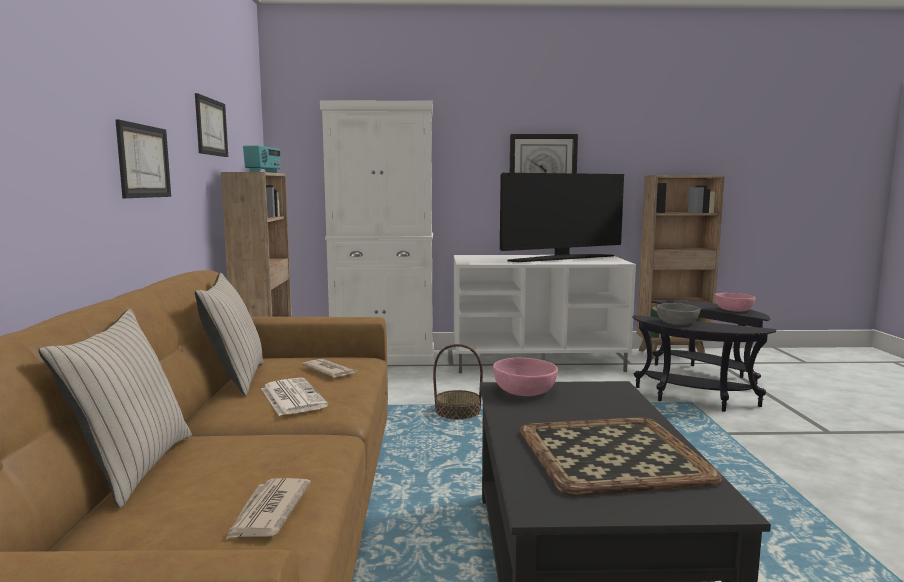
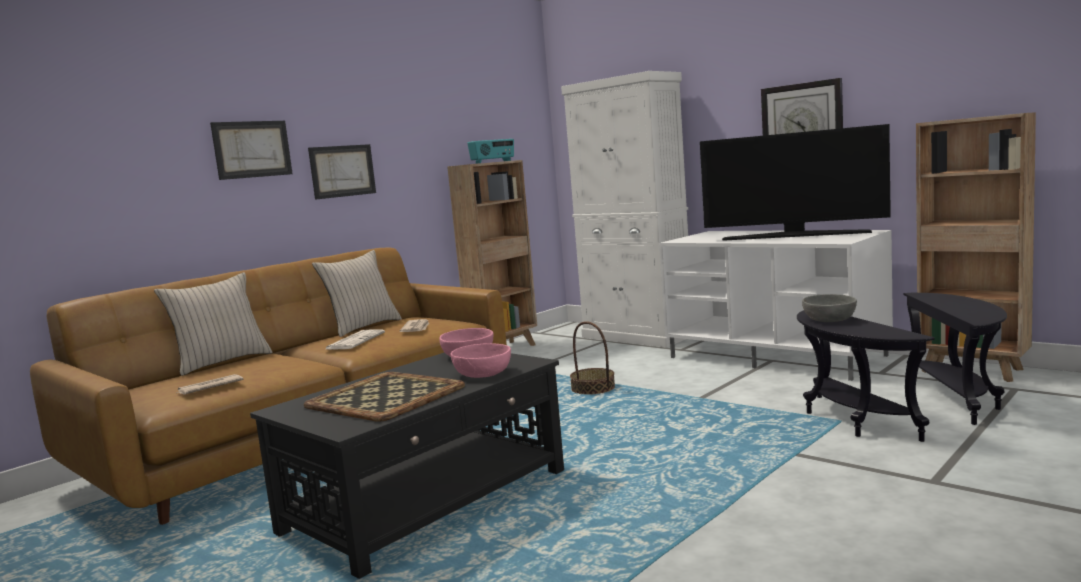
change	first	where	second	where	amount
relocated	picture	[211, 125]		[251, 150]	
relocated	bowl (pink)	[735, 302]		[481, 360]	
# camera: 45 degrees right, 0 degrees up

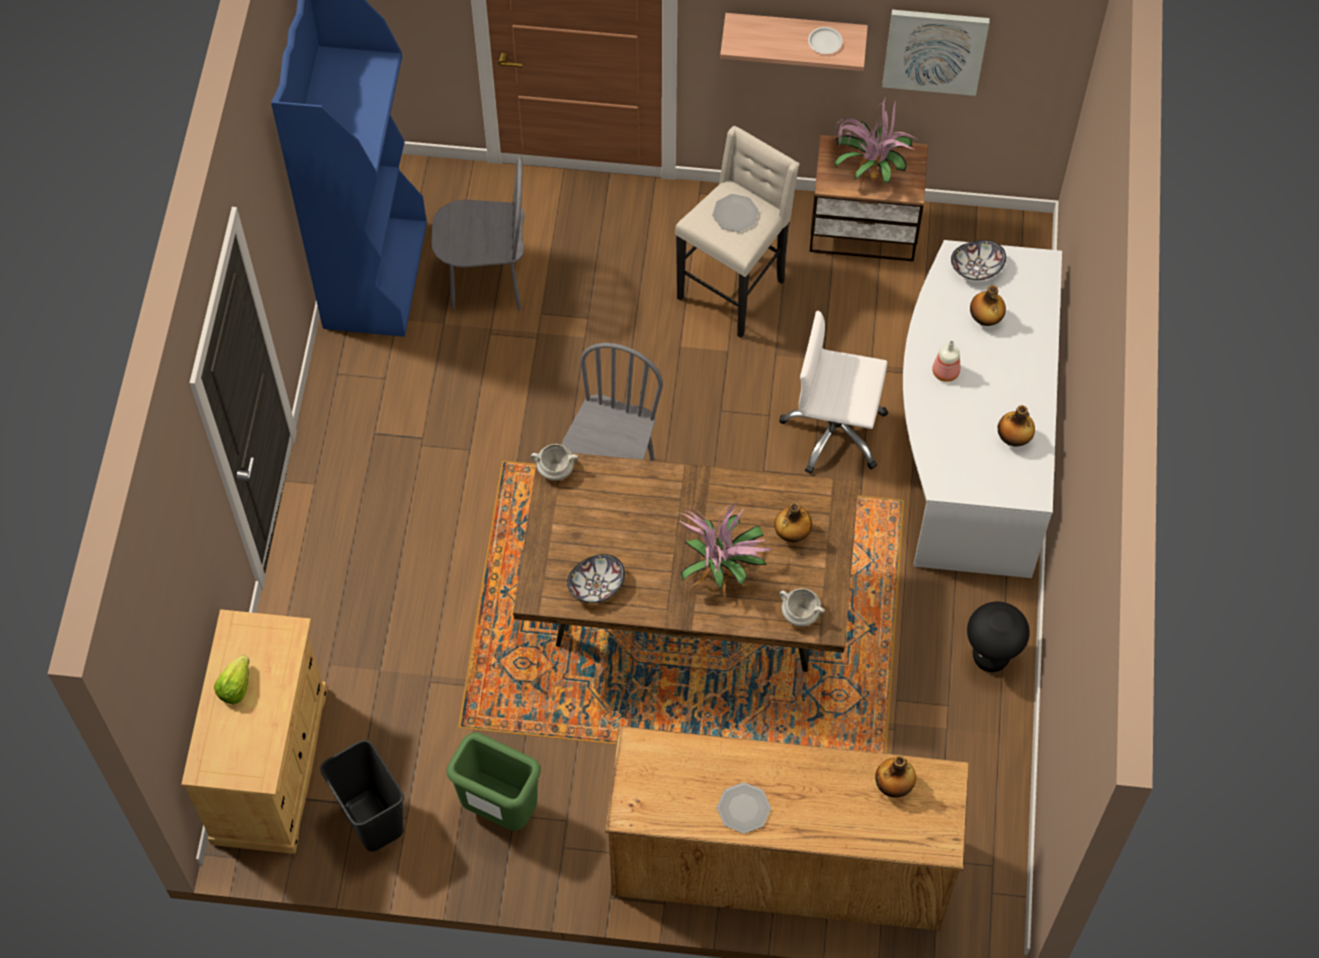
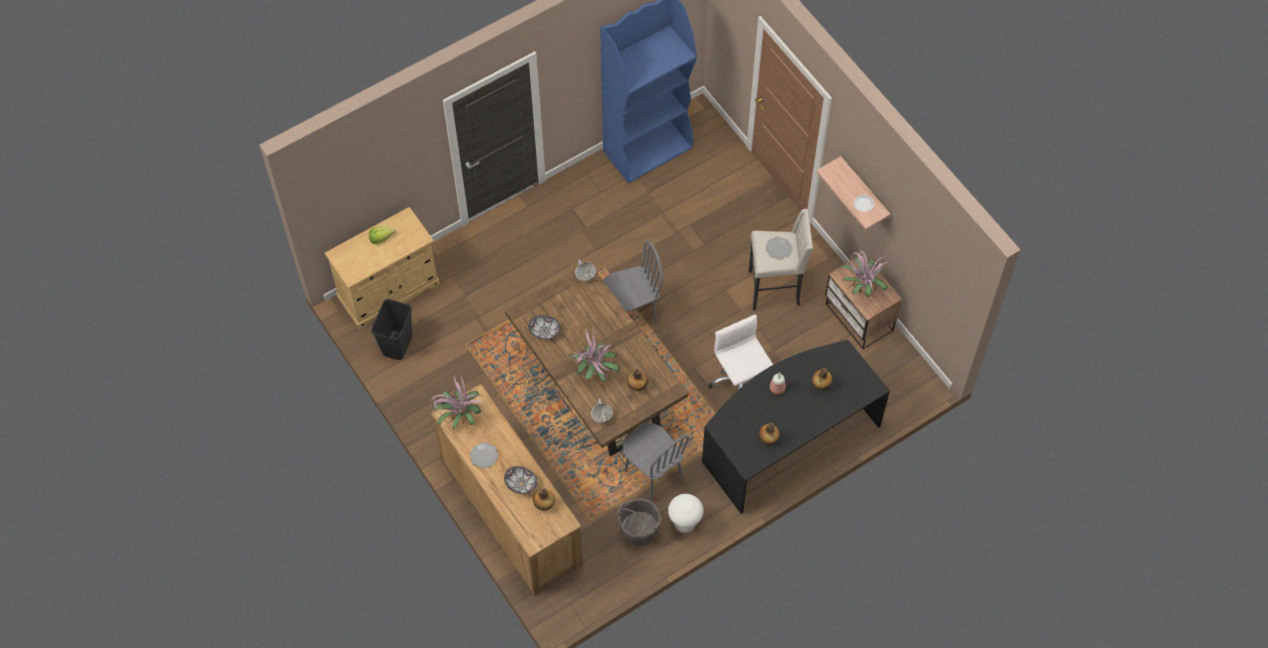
change	first	where	second	where	amount
relocated	chair (grey)	[478, 233]		[656, 462]	
missing	trash can (green)	[493, 781]			
missing	picture	[936, 53]			
colour	desk (white)	[982, 409]	desk (black)	[796, 427]	
relocated	bowl	[978, 260]		[520, 480]	
colour	stool (black)	[998, 637]	stool (white)	[685, 513]	
appeared			potted plant	[456, 403]	
appeared			bucket (grey)	[640, 522]	
# camera: 50 degrees right, 0 degrees up

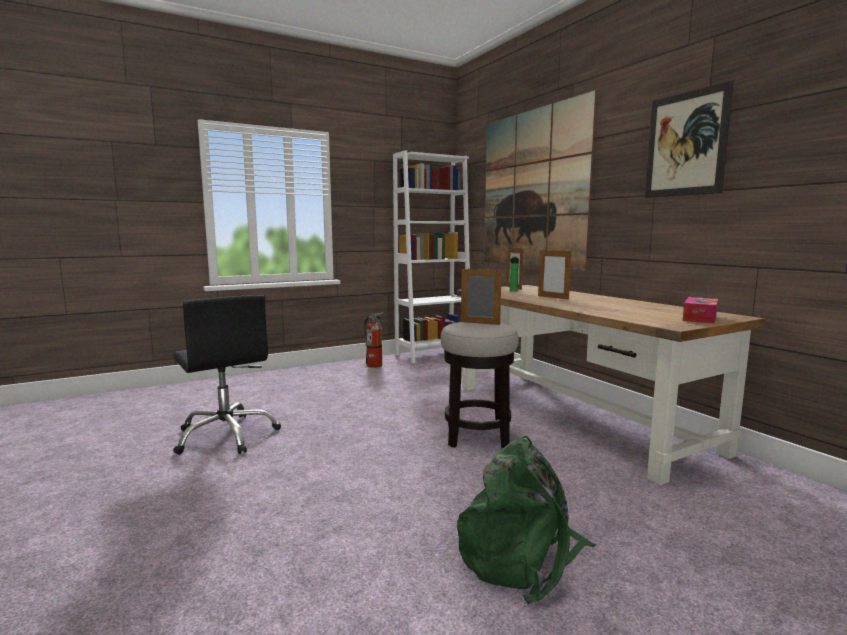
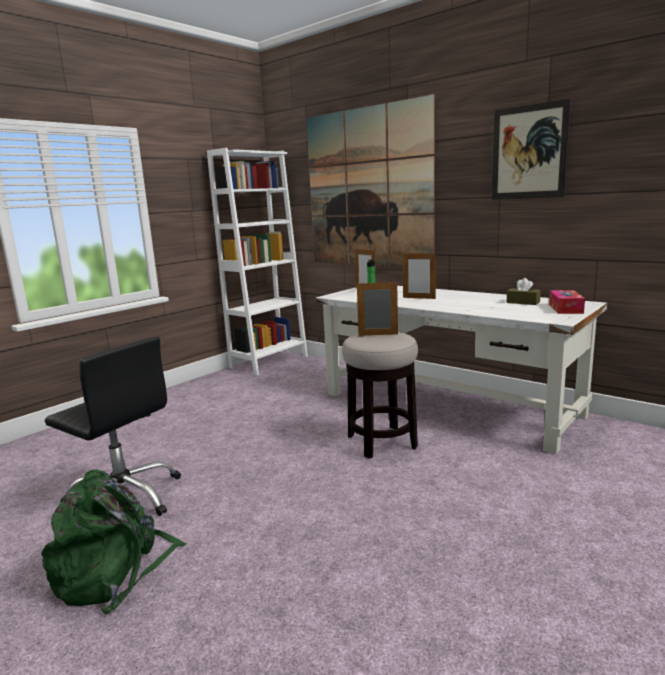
change	first	where	second	where	amount
missing	fire extinguisher	[374, 340]			
colour	desk (brown)	[611, 385]	desk (white)	[461, 370]	
relocated	backpack (green)	[526, 519]		[114, 542]	
appeared			tissue box (brown)	[524, 291]	
# camera: 20 degrees left, 5 degrees up

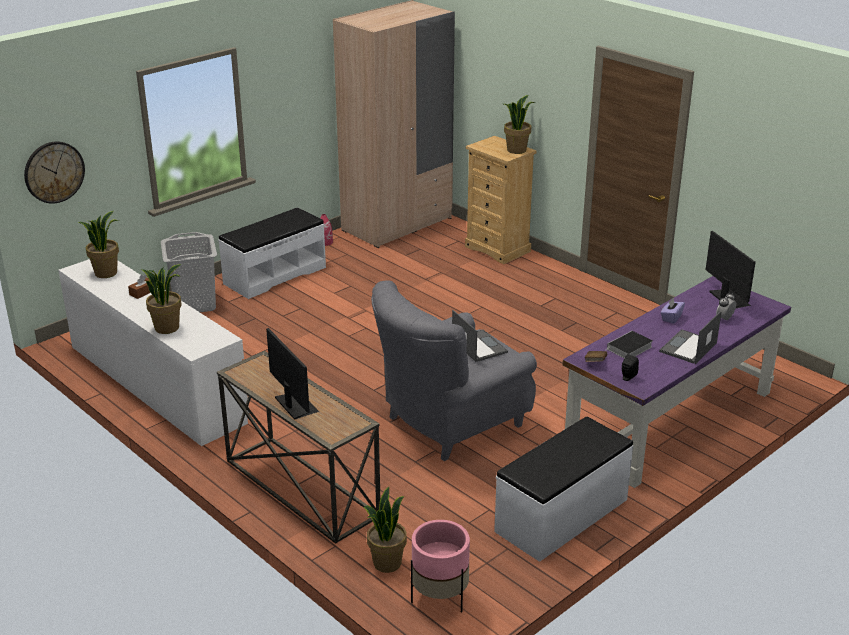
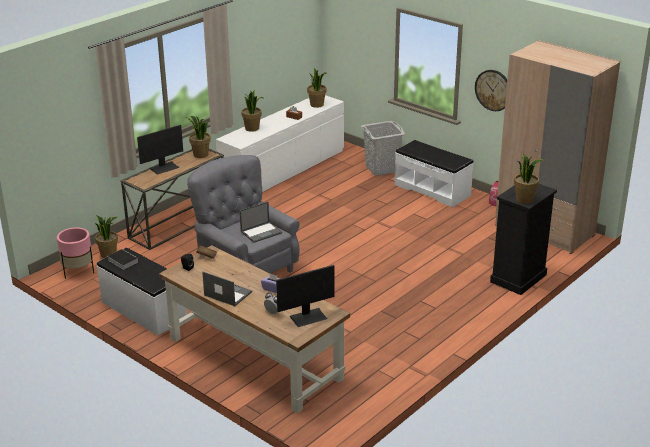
change	first	where	second	where	amount
relocated	wall clock	[54, 172]		[491, 90]	
colour	dresser (beige)	[501, 200]	dresser (black)	[523, 239]	
colour	desk (purple)	[676, 382]	desk (brown)	[254, 329]	
relocated	book	[628, 344]		[123, 259]	
appeared			potted plant	[198, 137]	
# camera: 85 degrees right, 0 degrees up

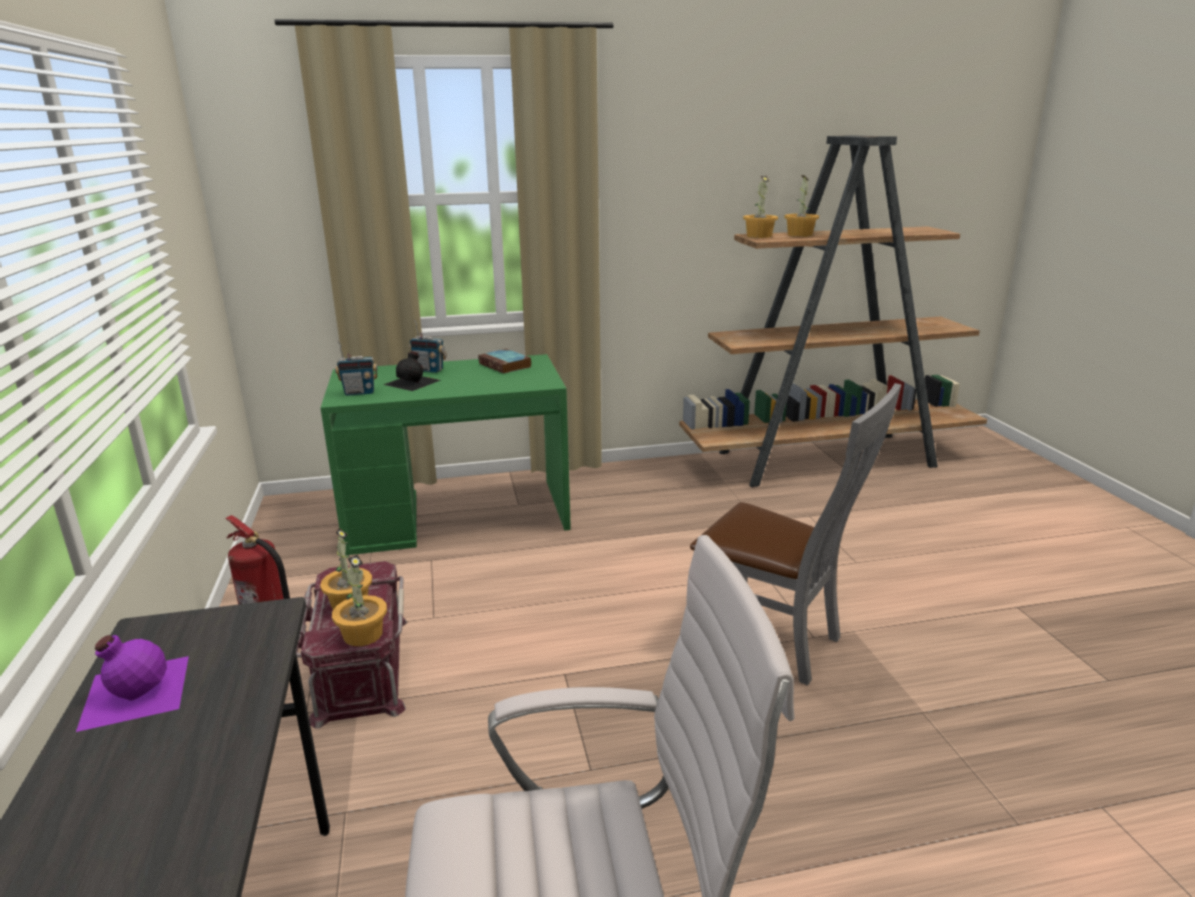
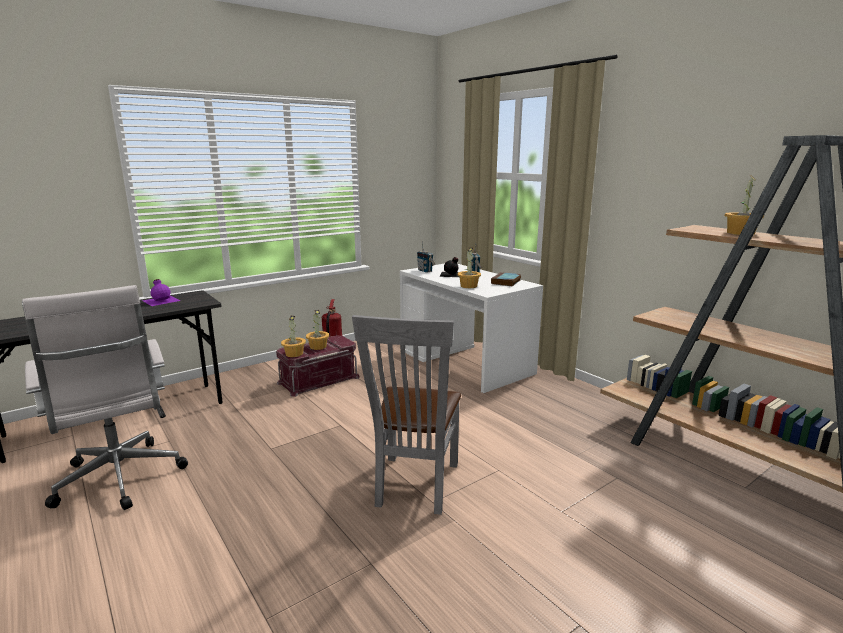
change	first	where	second	where	amount
colour	desk (green)	[446, 454]	desk (white)	[471, 328]	
relocated	potted plant	[760, 207]		[469, 267]	
# camera: 65 degrees right, 5 degrees down

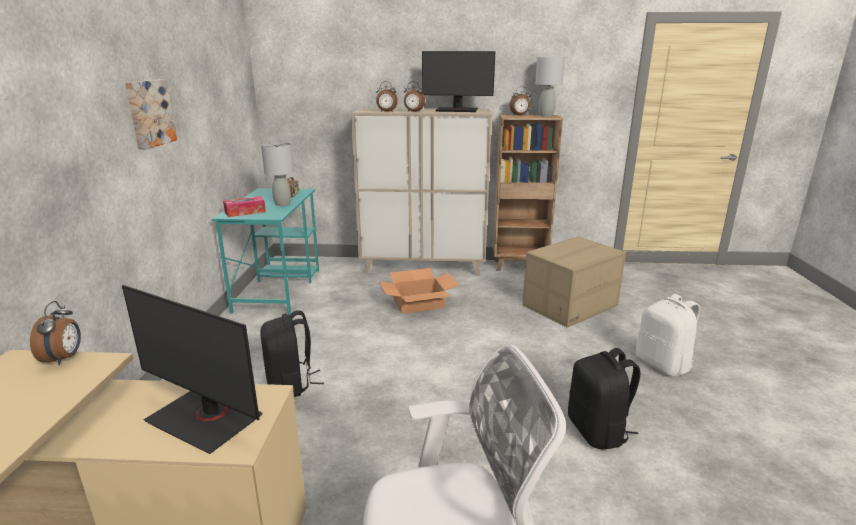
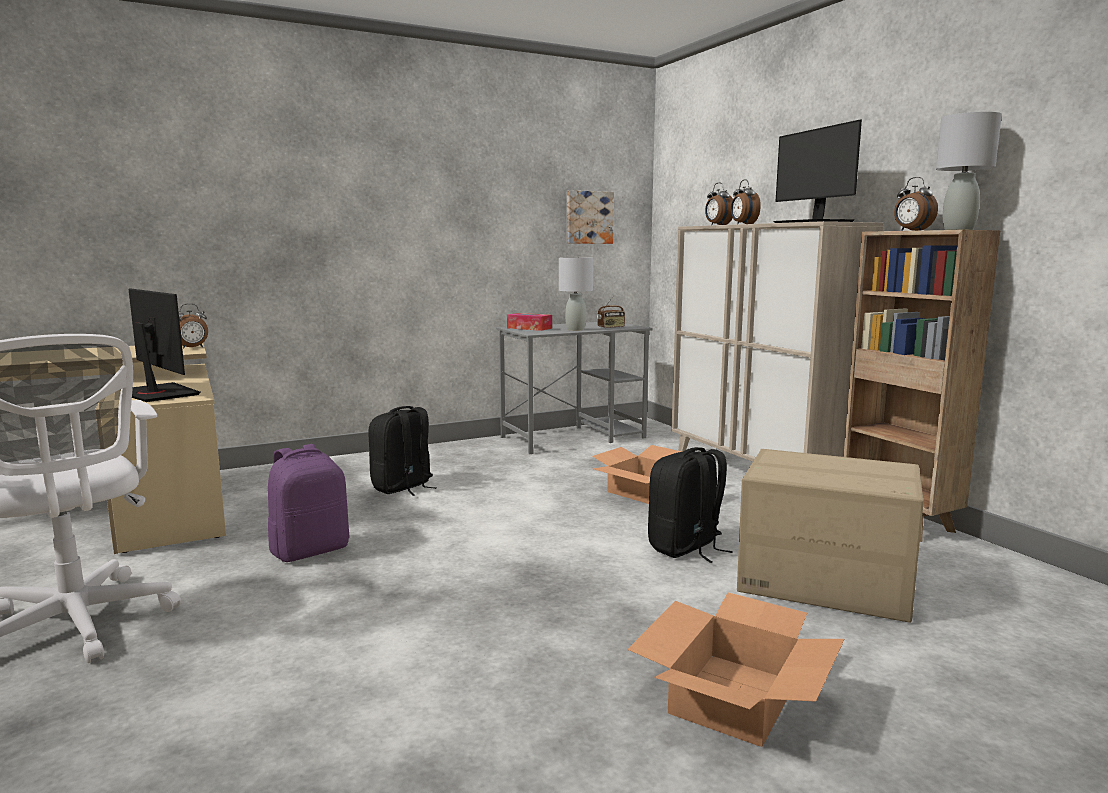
change	first	where	second	where	amount
spun	monitor	[192, 369]		[164, 345]	135 degrees clockwise
relocated	picture	[151, 114]		[590, 217]	
colour	desk (turquoise)	[265, 251]	desk (grey)	[574, 388]	
relocated	backpack (black)	[604, 399]		[690, 505]	
exchanged	backpack (white)	[668, 335]	cardboard box	[735, 669]	
appeared			backpack (purple)	[308, 503]	
# camera: 60 degrees right, 10 degrees down

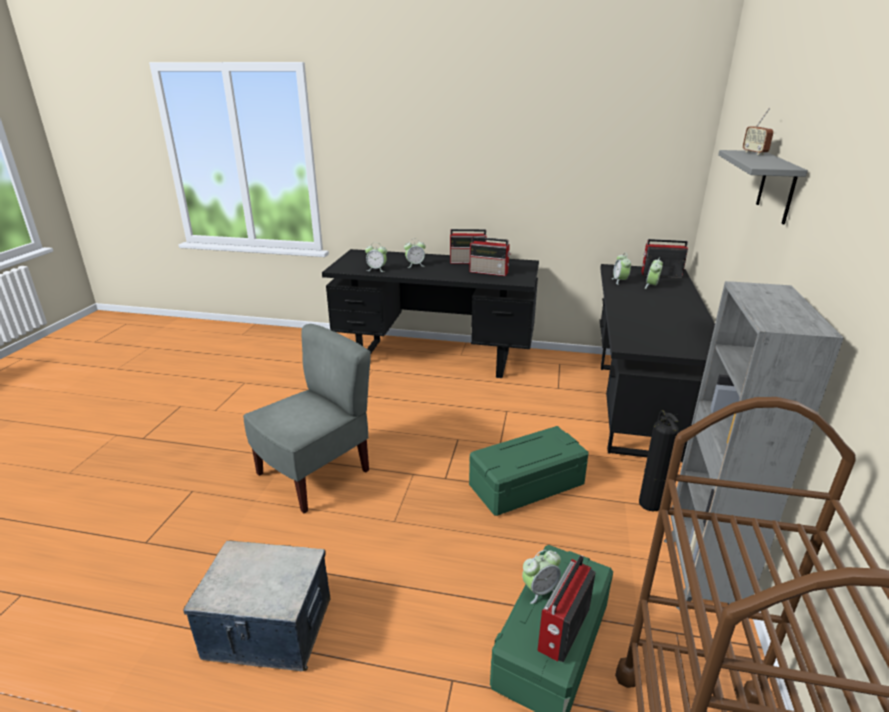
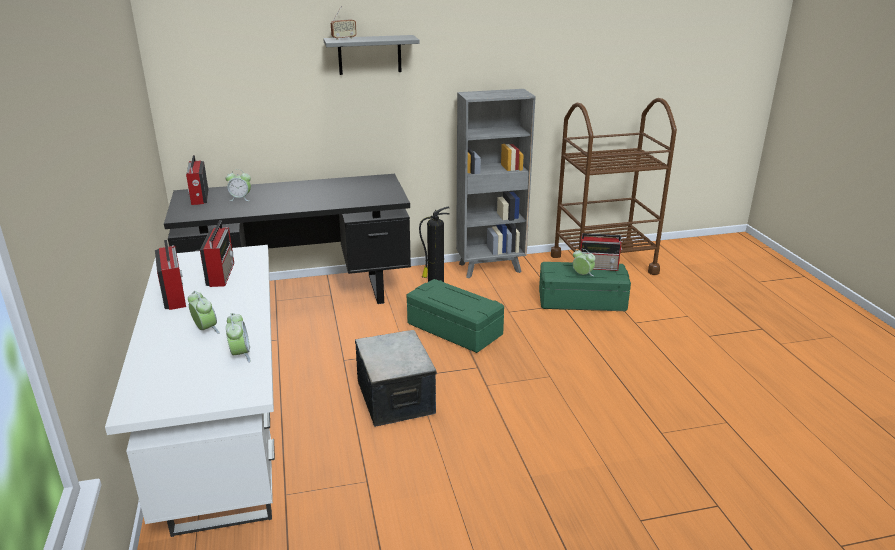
change	first	where	second	where	amount
relocated	storage box	[257, 606]		[396, 378]	
missing	chair (grey)	[307, 418]			
colour	desk (black)	[430, 313]	desk (white)	[190, 391]	
missing	alarm clock	[621, 269]			
# camera: 115 degrees left, 0 degrees up

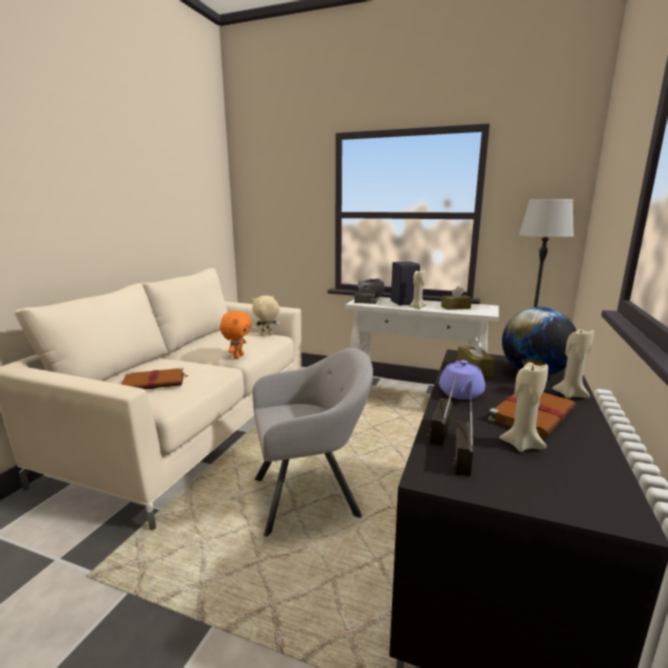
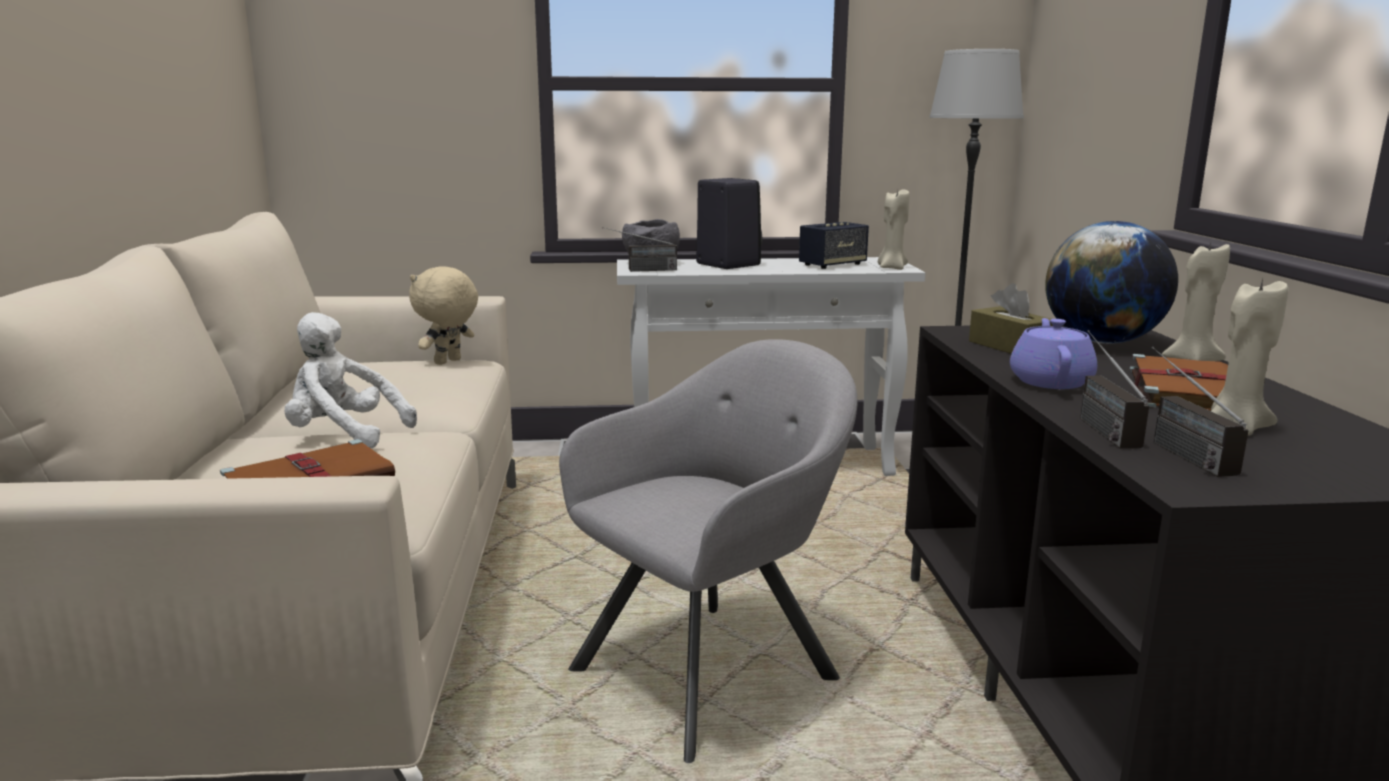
change	first	where	second	where	amount
missing	plush toy (orange)	[235, 335]			
relocated	candle (beige)	[418, 289]		[893, 230]	
spun	teapot (purple)	[462, 380]		[1053, 353]	150 degrees counterclockwise
exchanged	tissue box (brown)	[456, 298]	speaker	[834, 245]	
appeared			plush toy (white)	[351, 380]	
# camera: 25 degrees left, 0 degrees up

